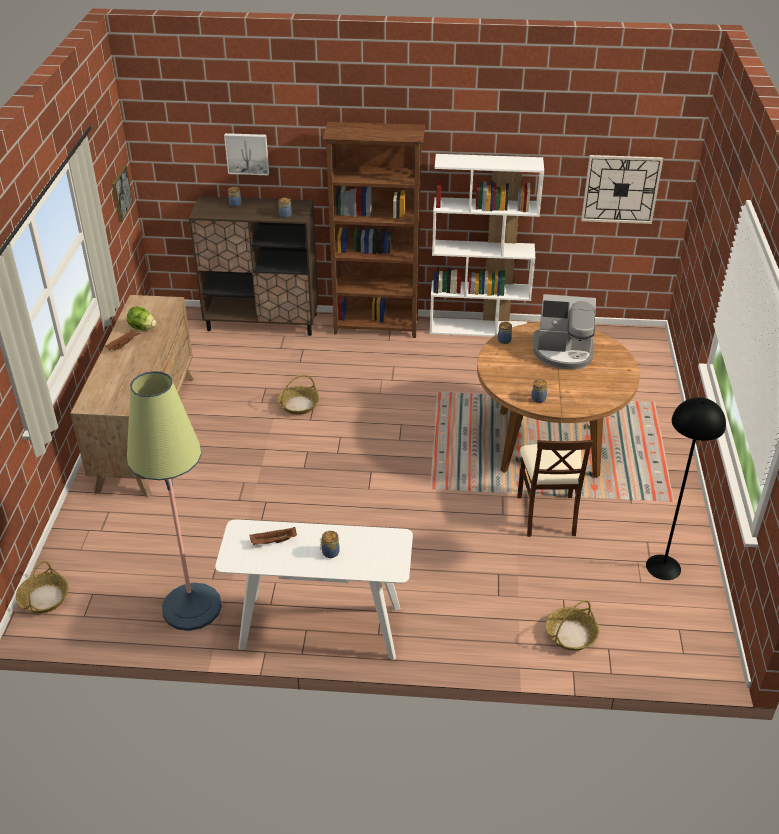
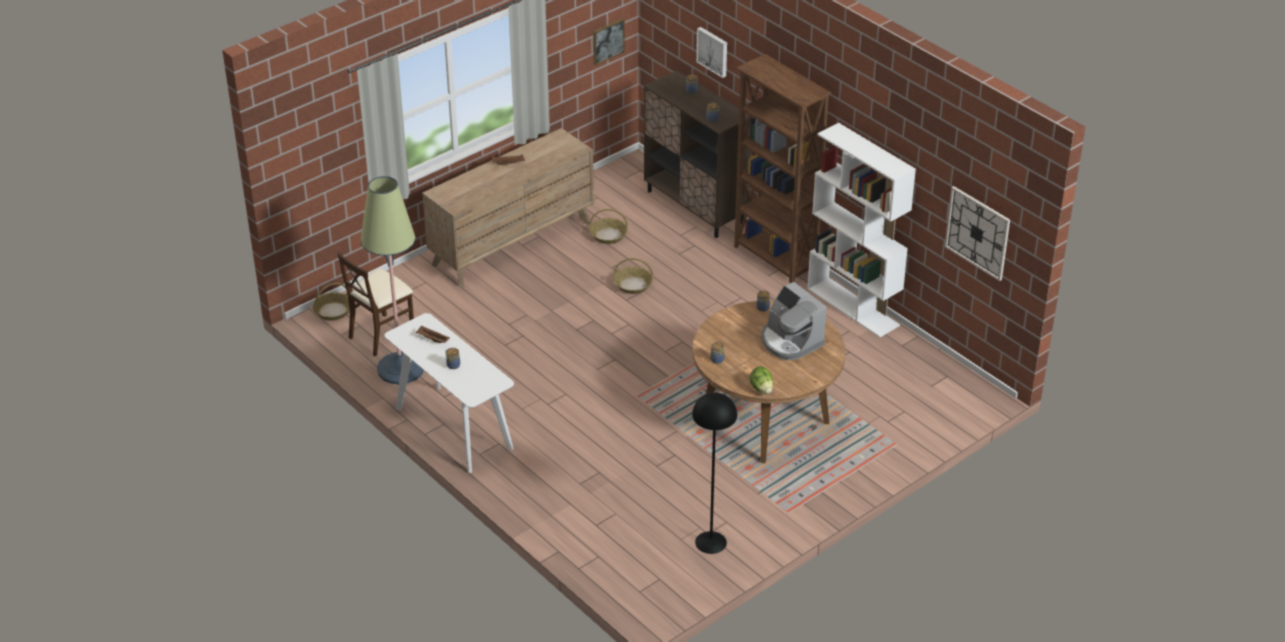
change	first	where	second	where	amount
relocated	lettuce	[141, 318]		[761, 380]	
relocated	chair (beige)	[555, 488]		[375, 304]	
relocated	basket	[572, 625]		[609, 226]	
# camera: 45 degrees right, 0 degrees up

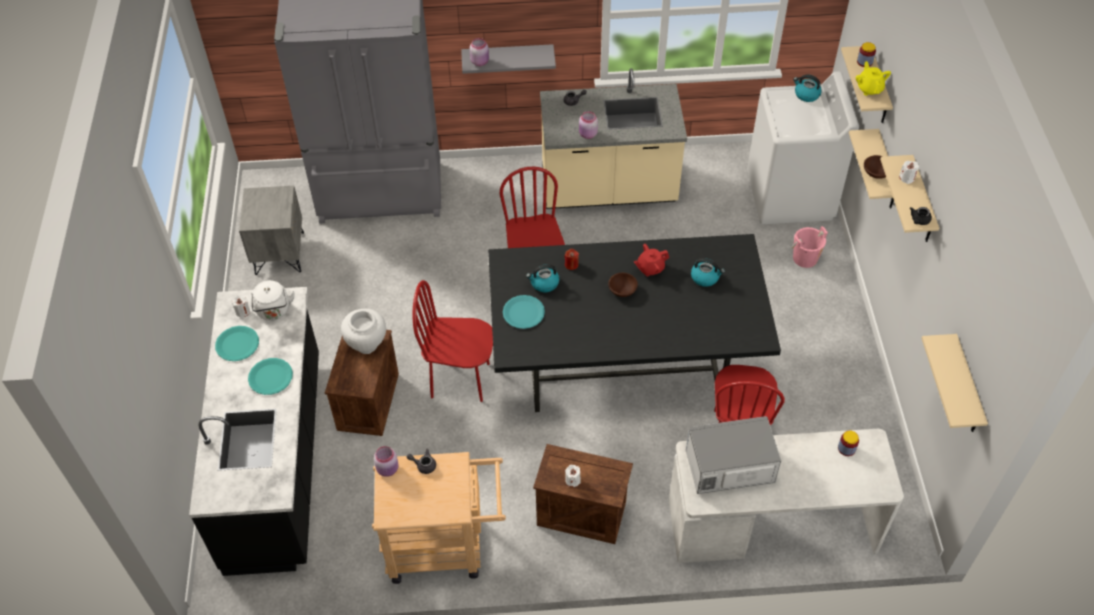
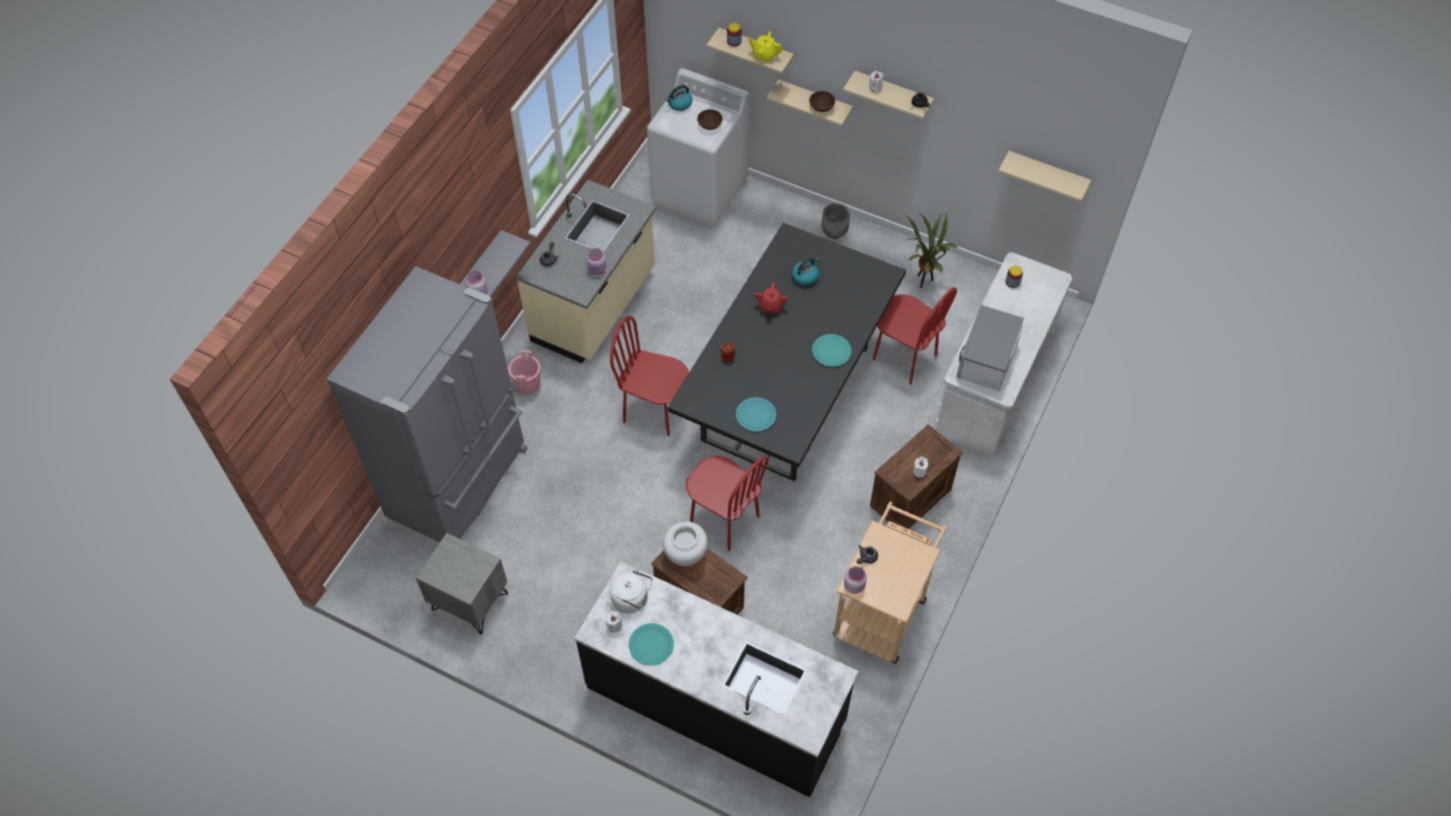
change	first	where	second	where	amount
relocated	plate (turquoise)	[270, 376]		[832, 350]	
spun	chair (red)	[453, 341]		[727, 503]	90 degrees counterclockwise
missing	kettle	[542, 278]			
relocated	bowl (brown)	[623, 285]		[710, 119]	
relocated	bucket (pink)	[810, 247]		[524, 372]	
appeared			planter (grey)	[836, 221]	
appeared			potted plant	[931, 250]	
# camera: 60 degrees left, 5 degrees up

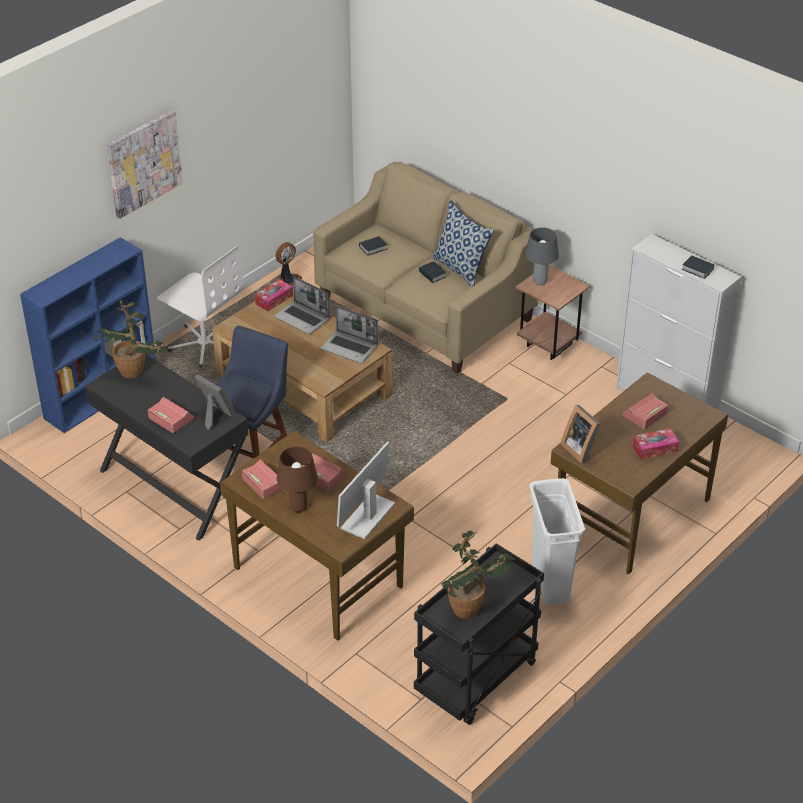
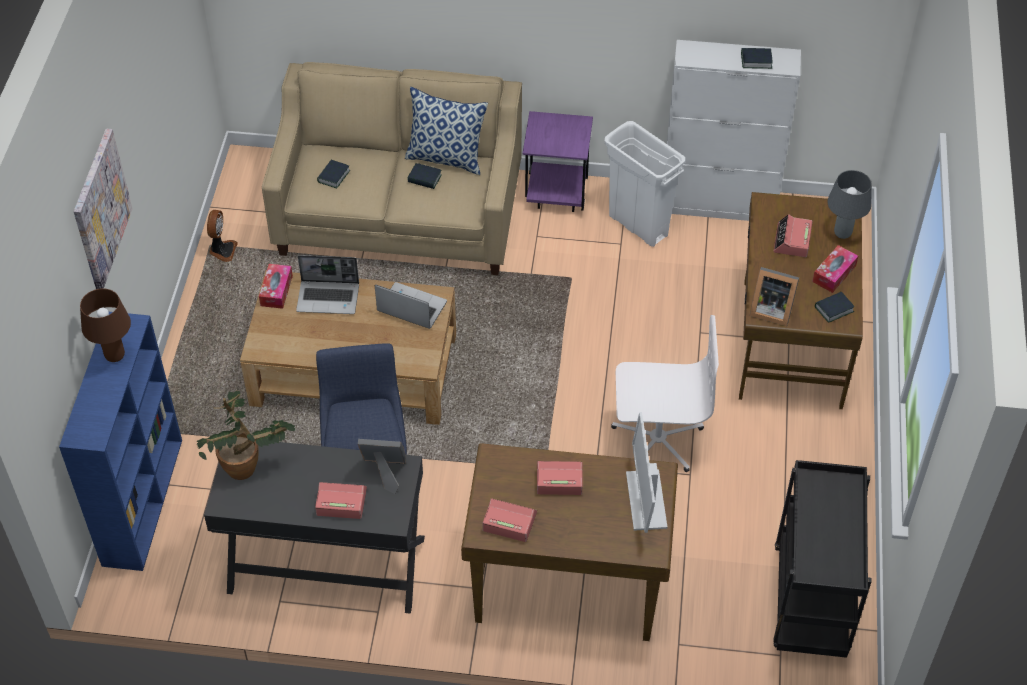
change	first	where	second	where	amount
relocated	office chair (white)	[200, 307]		[665, 393]	
relocated	table lamp (brown)	[297, 479]		[105, 325]	
spun	laptop	[349, 334]		[411, 305]	150 degrees counterclockwise
missing	potted plant	[478, 574]			
colour	side table (brown)	[552, 312]	side table (purple)	[557, 161]	
relocated	table lamp (grey)	[542, 256]		[849, 204]	
relocated	trash can (white)	[557, 541]		[644, 184]	
appeared			book	[834, 307]	
# camera: 35 degrees left, 10 degrees up

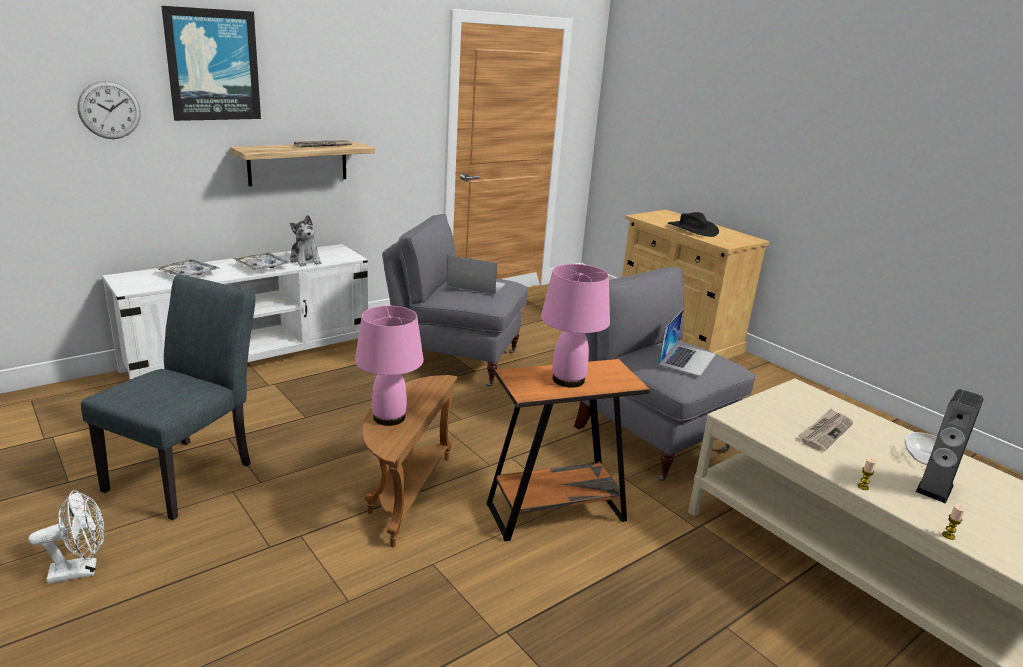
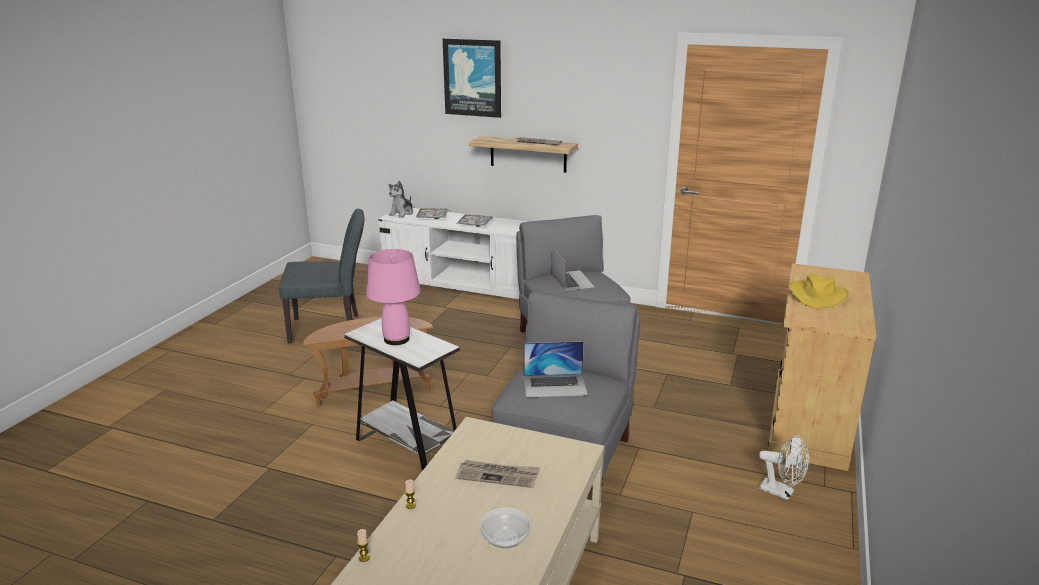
change	first	where	second	where	amount
relocated	fan (white)	[66, 537]		[784, 467]	
missing	wall clock	[109, 110]			
relocated	plush toy	[306, 240]		[400, 199]	
missing	table lamp (pink)	[389, 366]			
colour	side table (orange)	[568, 450]	side table (white)	[402, 394]	
colour	hat (black)	[693, 224]	hat (yellow)	[819, 291]	
missing	speaker	[949, 446]			
# camera: 60 degrees right, 0 degrees up

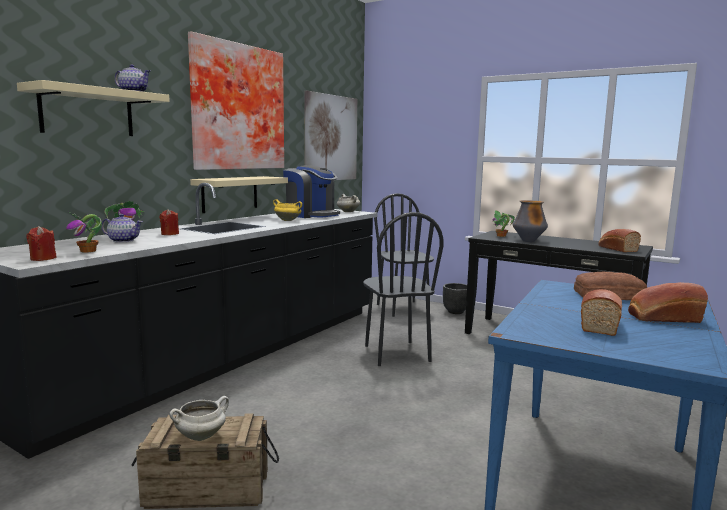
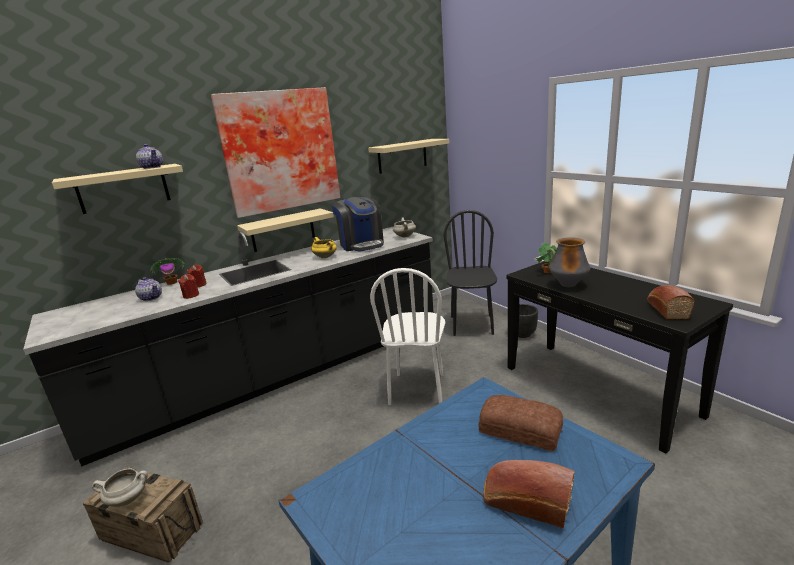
change	first	where	second	where	amount
relocated	candle (red)	[41, 243]		[188, 286]	
missing	potted plant	[84, 232]			
exchanged	picture	[331, 135]	shelf (beige)	[408, 156]	
colour	chair (black)	[403, 289]	chair (white)	[407, 336]	
missing	bread	[601, 312]			
# camera: 25 degrees right, 10 degrees up

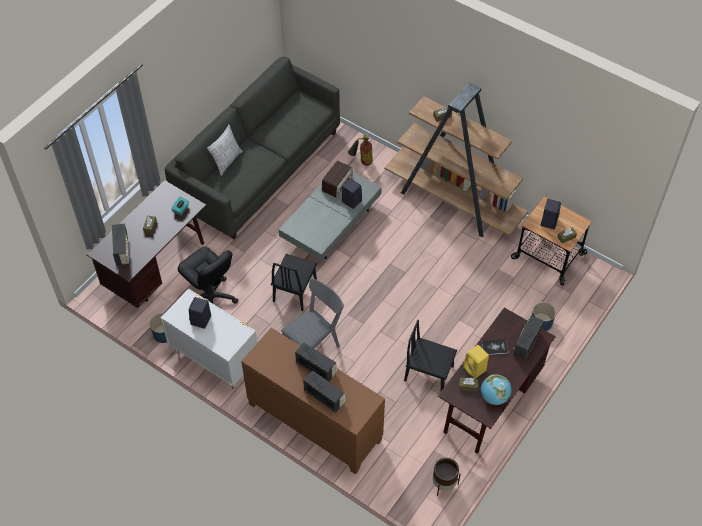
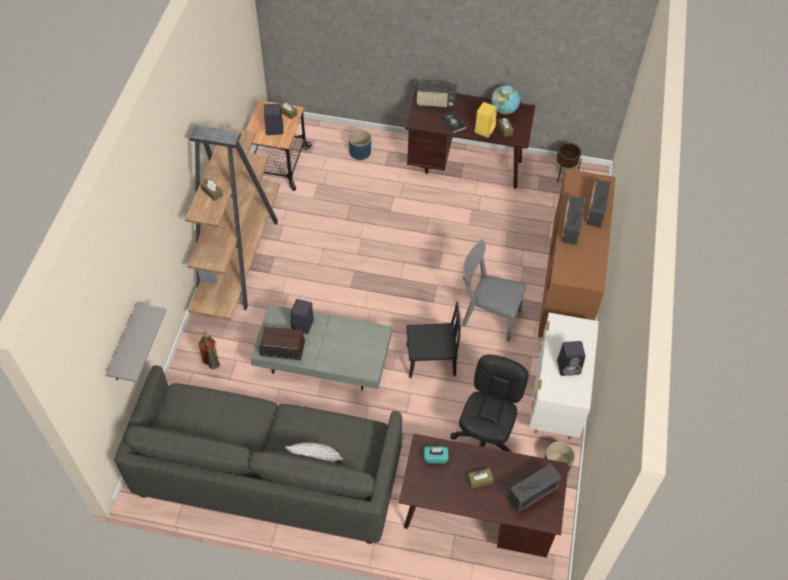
change	first	where	second	where	amount
missing	chair (black)	[430, 355]			
appeared			shelf (grey)	[136, 342]	
# camera: 115 degrees left, 0 degrees up

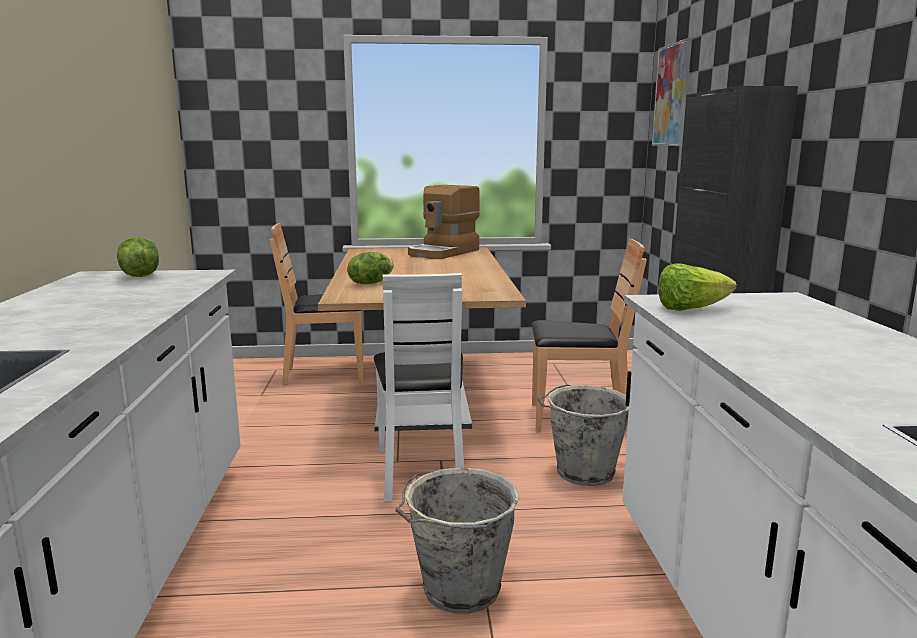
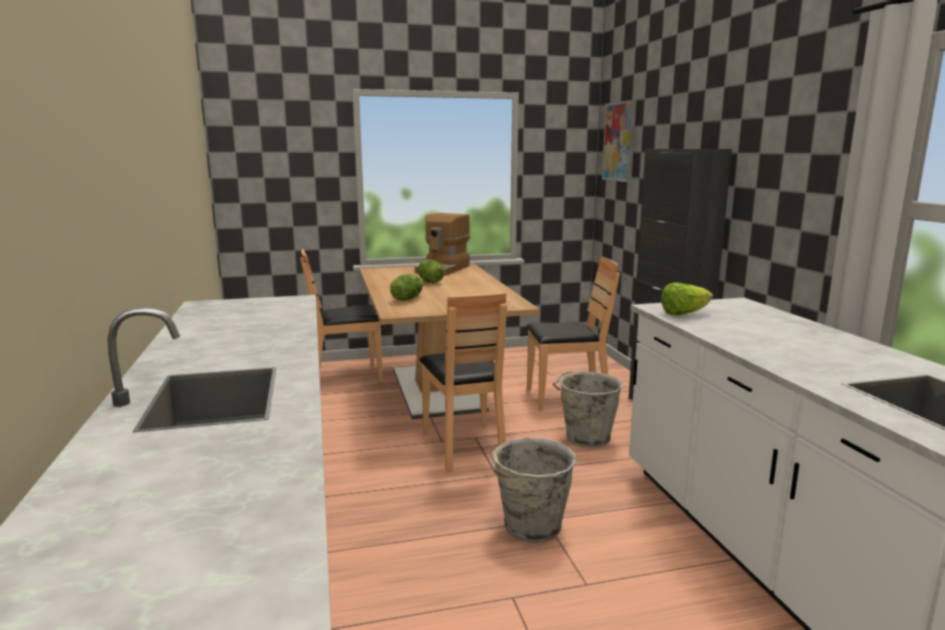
change	first	where	second	where	amount
relocated	lettuce	[138, 257]		[431, 271]	
colour	chair (white)	[419, 387]	chair (brown)	[463, 382]	
# camera: 10 degrees left, 0 degrees up

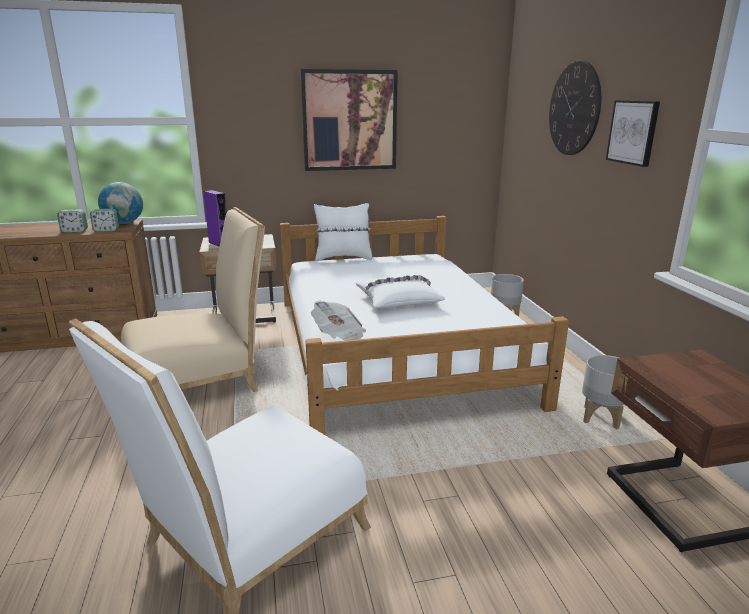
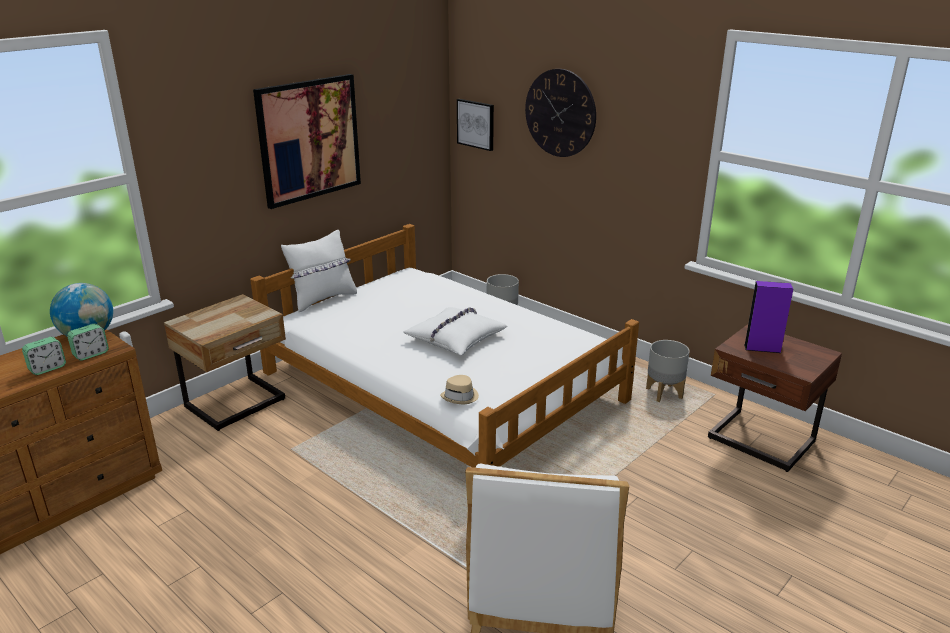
change	first	where	second	where	amount
missing	chair (beige)	[193, 299]			
relocated	speaker (purple)	[215, 218]		[768, 317]	
exchanged	newspaper	[338, 321]	hat (beige)	[459, 389]	
relocated	picture	[633, 133]		[475, 125]	
# camera: 35 degrees left, 5 degrees up

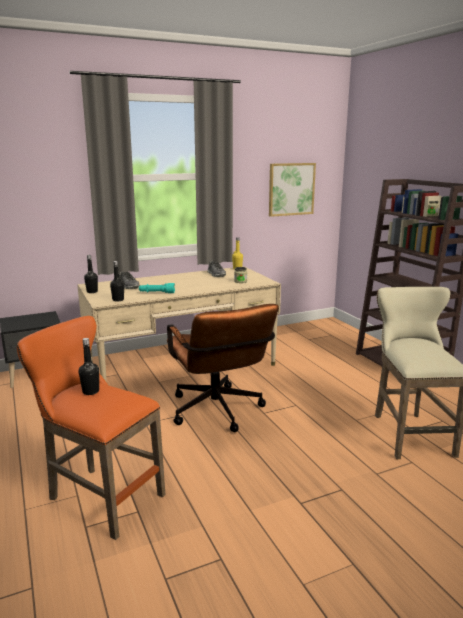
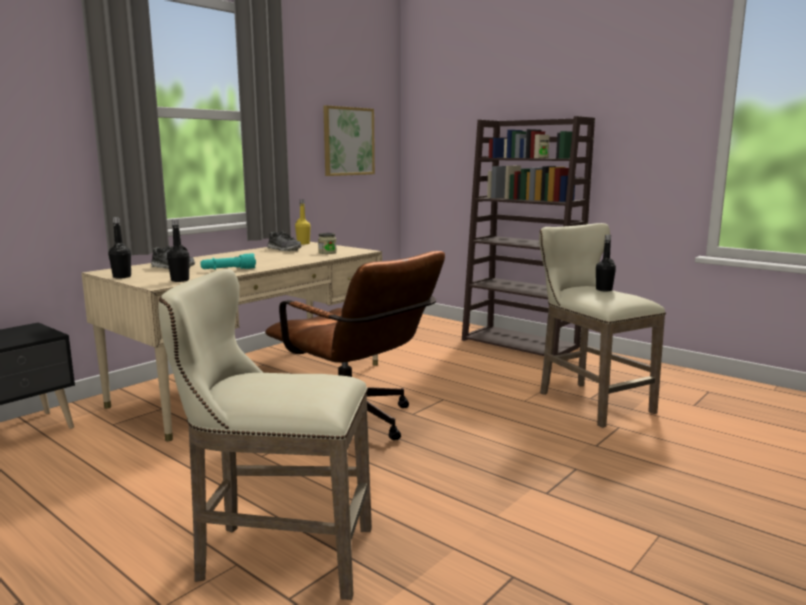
change	first	where	second	where	amount
colour	stool (orange)	[91, 428]	stool (beige)	[265, 434]	
relocated	bottle (black)	[89, 366]		[606, 263]	
# camera: 25 degrees left, 5 degrees down

